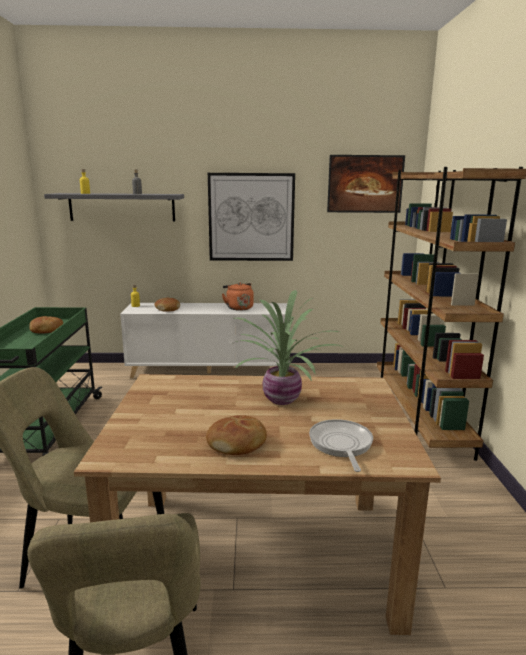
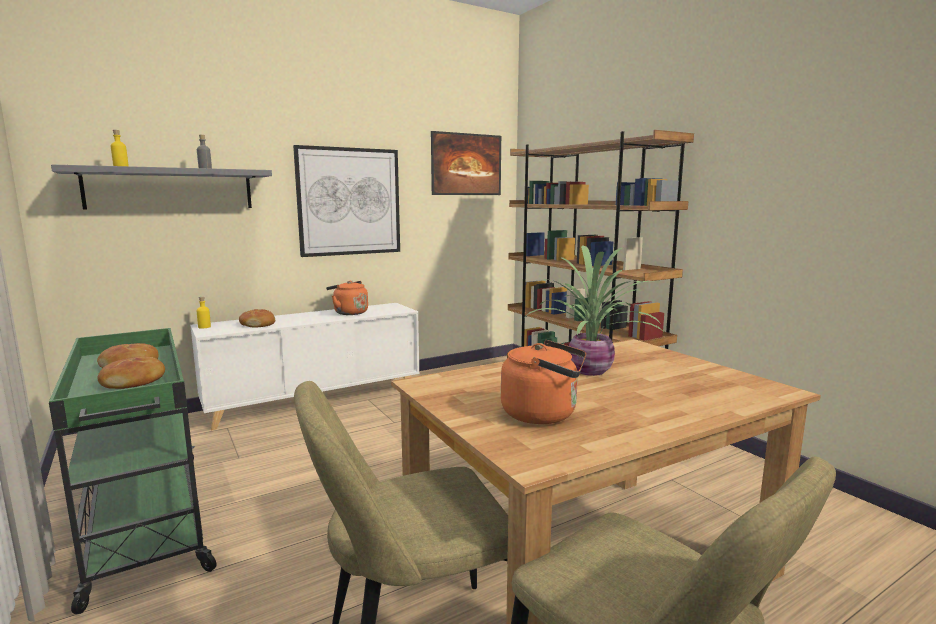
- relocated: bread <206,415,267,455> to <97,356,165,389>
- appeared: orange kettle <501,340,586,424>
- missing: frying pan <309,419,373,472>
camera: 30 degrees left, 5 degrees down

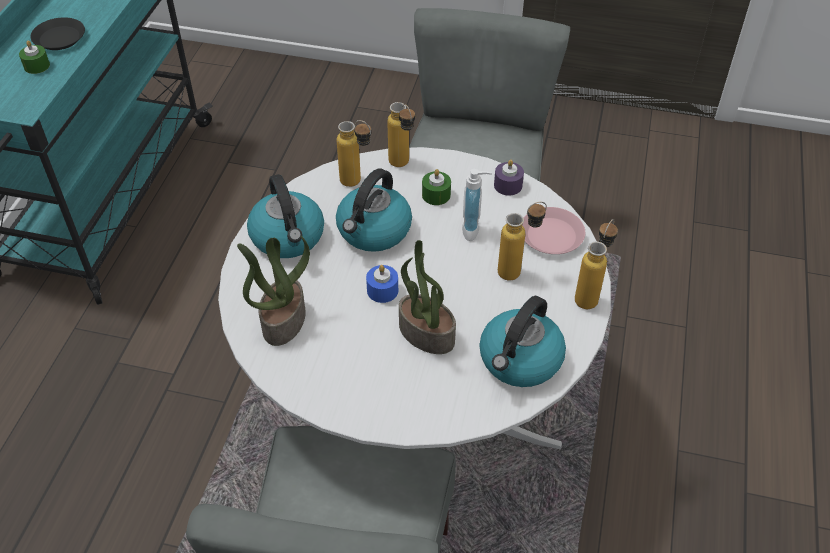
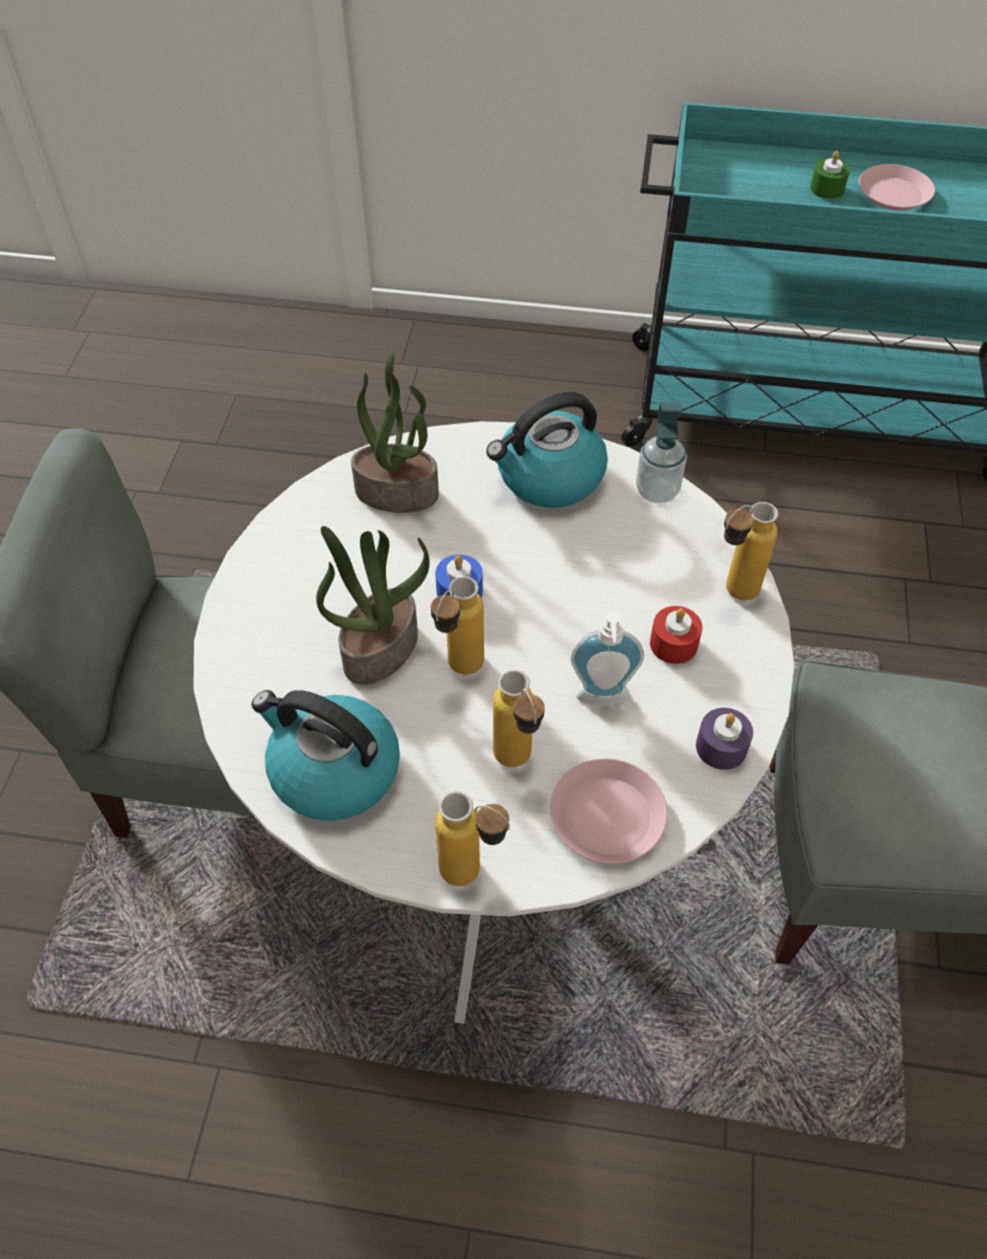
- relocated: bottle <337,120,371,187> to <431,576,484,675>
- appeared: soap dispenser <636,402,687,503>
- colour: green candle <422,169,451,205> to red candle <650,606,702,664>
- colour: black plate <30,17,85,50> to pink plate <859,164,935,211>
- missing: kettle <336,169,412,252>
camera: 85 degrees right, 5 degrees up

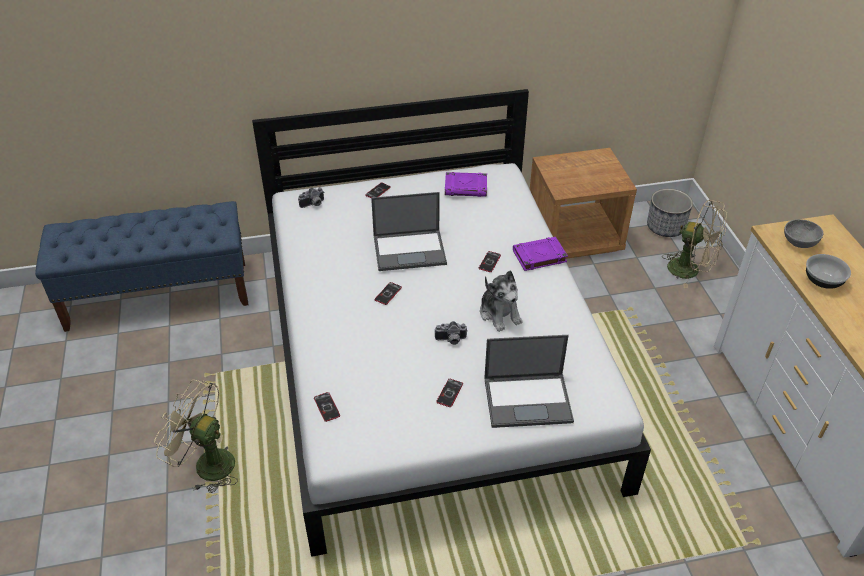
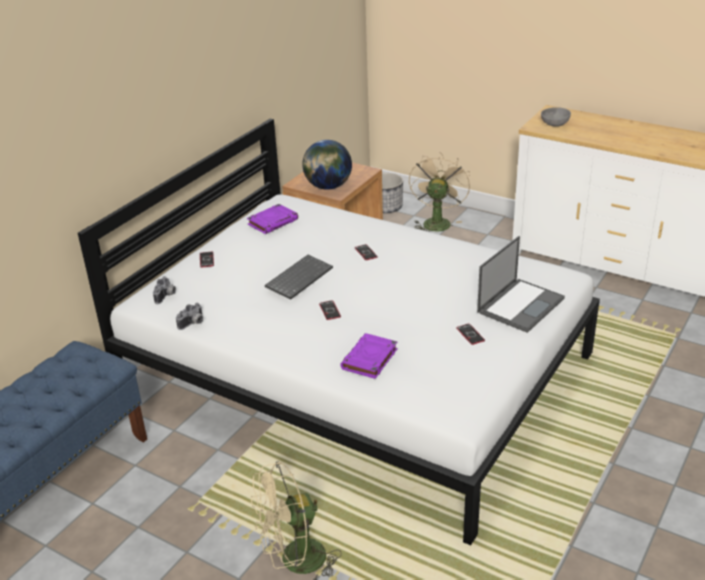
- relocated: photo camera <434,321,468,345> to <176,303,203,330>
- exchanged: laptop <371,192,447,271> to keyboard <265,255,333,300>
- appeared: globe <302,140,352,190>
- relocated: purple book <513,237,568,271> to <340,333,398,379>
- spun: beige fan <662,200,727,288> = <409,153,470,232> 60 degrees counterclockwise
- missing: phone <314,392,340,422>
- missing: plush toy <480,271,523,332>
- missing: bowl <806,254,851,289>
camera: 45 degrees left, 10 degrees down

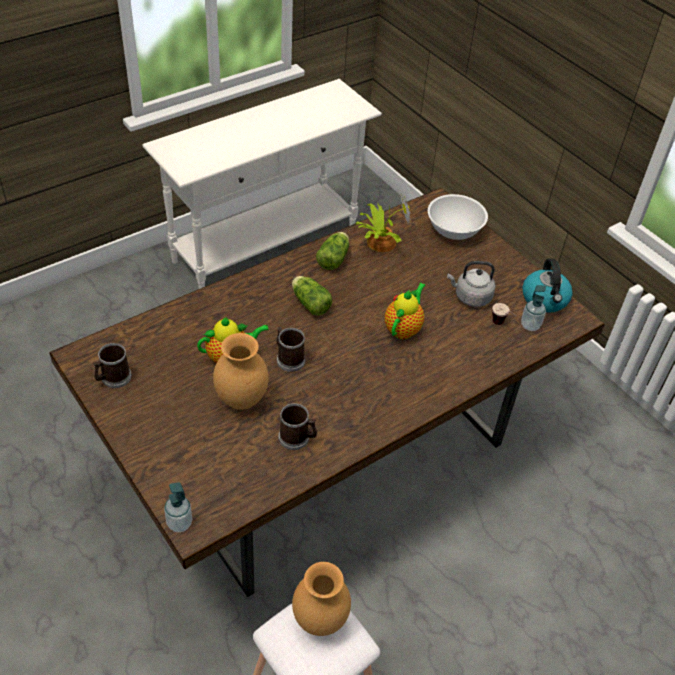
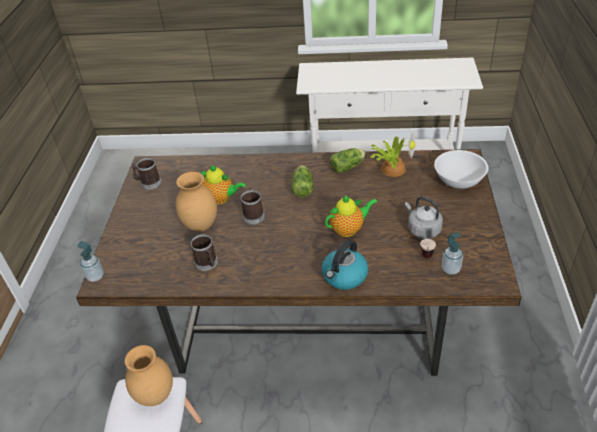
- relocated: kettle <522,258,573,313> to <322,239,368,290>
camera: 45 degrees right, 5 degrees down

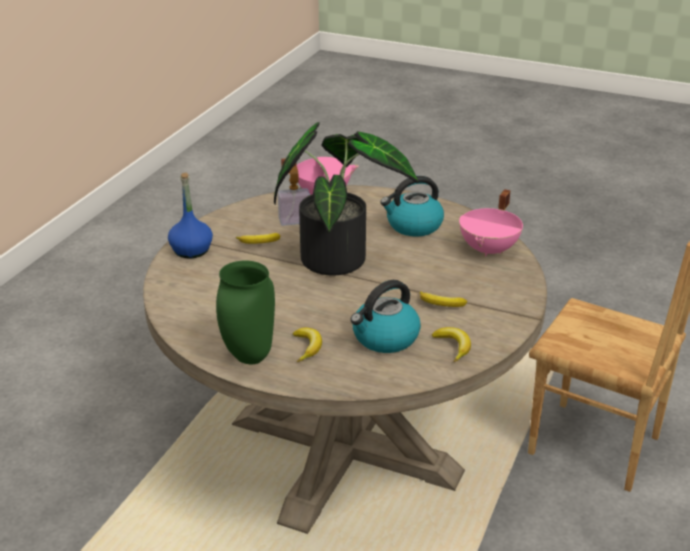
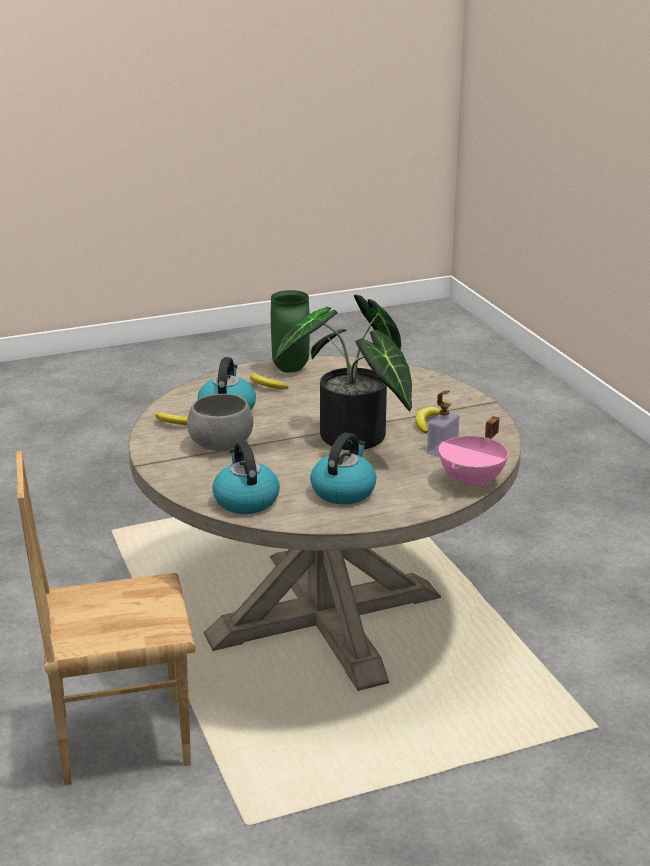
- exchanged: banana <420,292,467,307> to grey bowl <187,394,253,451>
- exchanged: pink cooking pot <459,189,523,257> to kettle <212,441,280,514>
- missing: blue bottle <168,173,213,258>
camera: 135 degrees right, 5 degrees down

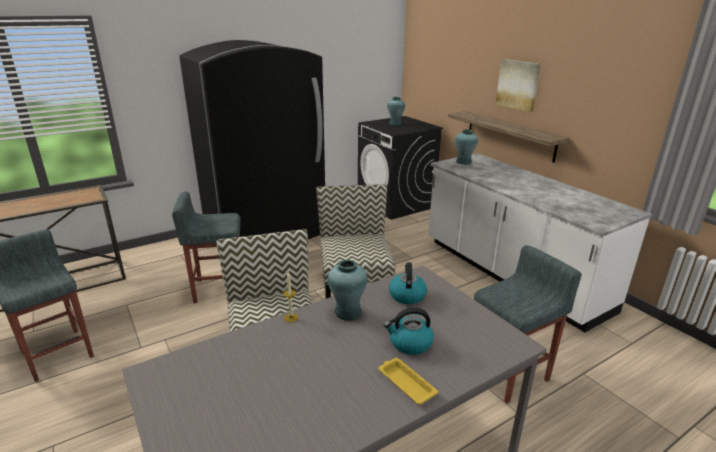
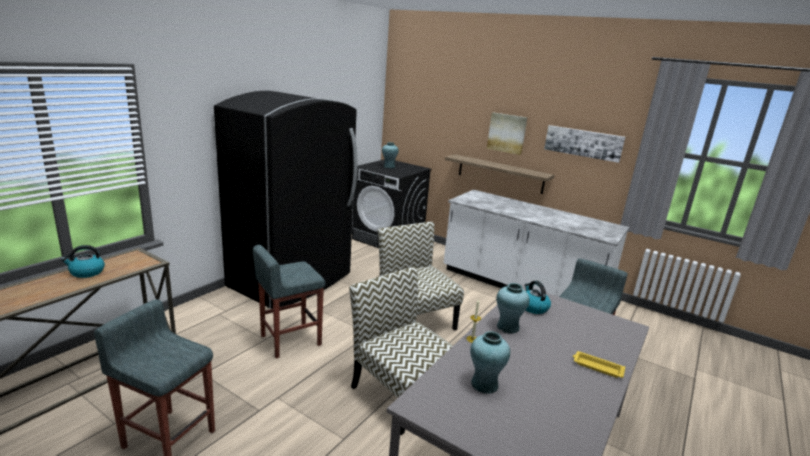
- relocated: kettle <384,308,434,355> to <61,245,105,278>
- relocated: turquoise vase <455,129,478,165> to <470,331,510,394>
- appeared: picture <544,125,625,163>
camera: 25 degrees left, 5 degrees down

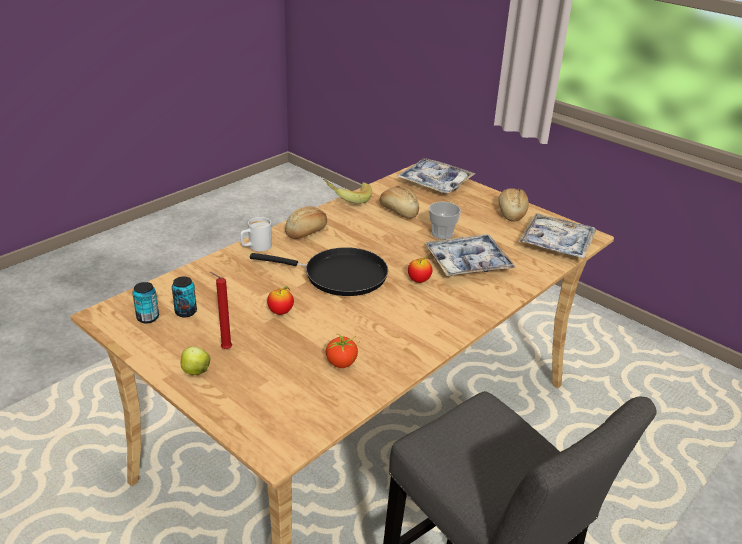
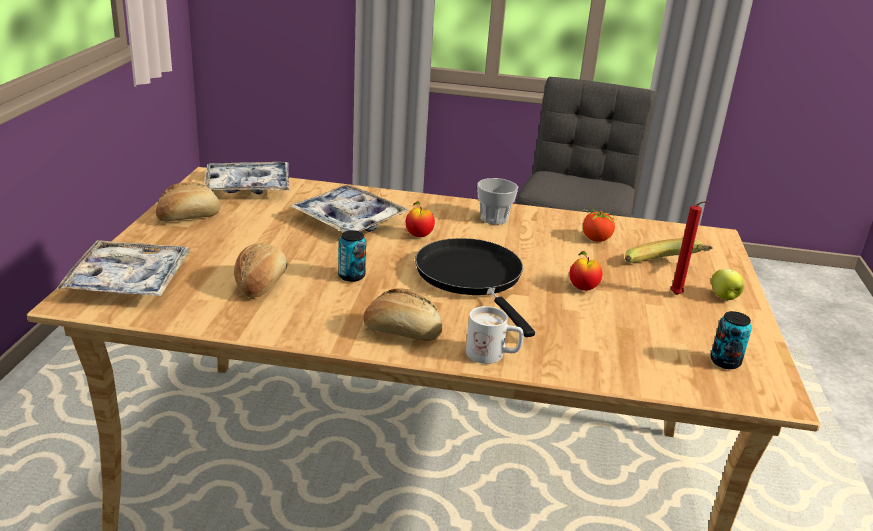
- relocated: can <172,277,197,317> to <338,230,366,282>
- relocated: cup <429,202,461,239> to <477,178,518,225>
- relocated: banana <323,179,372,204> to <625,238,713,263>
camera: 125 degrees left, 5 degrees down

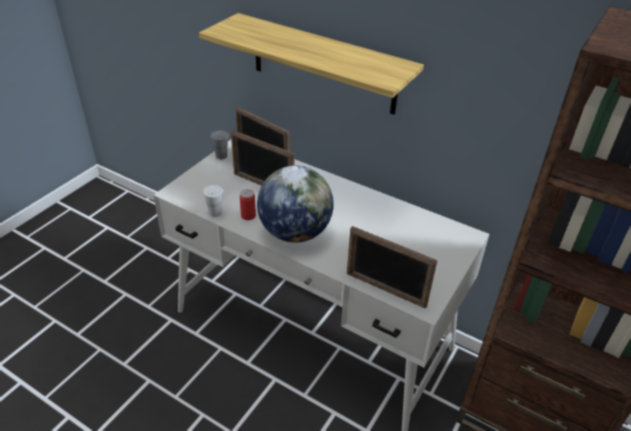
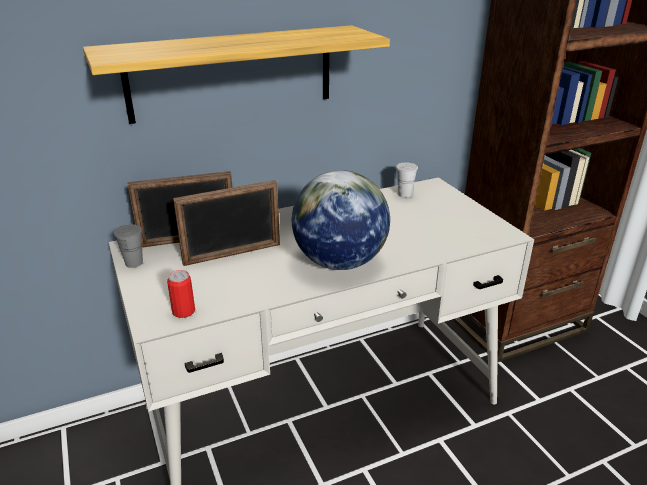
- relocated: can <240,189,256,220> to <167,270,195,318>
- relocated: white cup <203,185,223,217> to <396,163,418,197>
- missing: picture frame <347,226,437,309>
camera: 55 degrees left, 10 degrees down

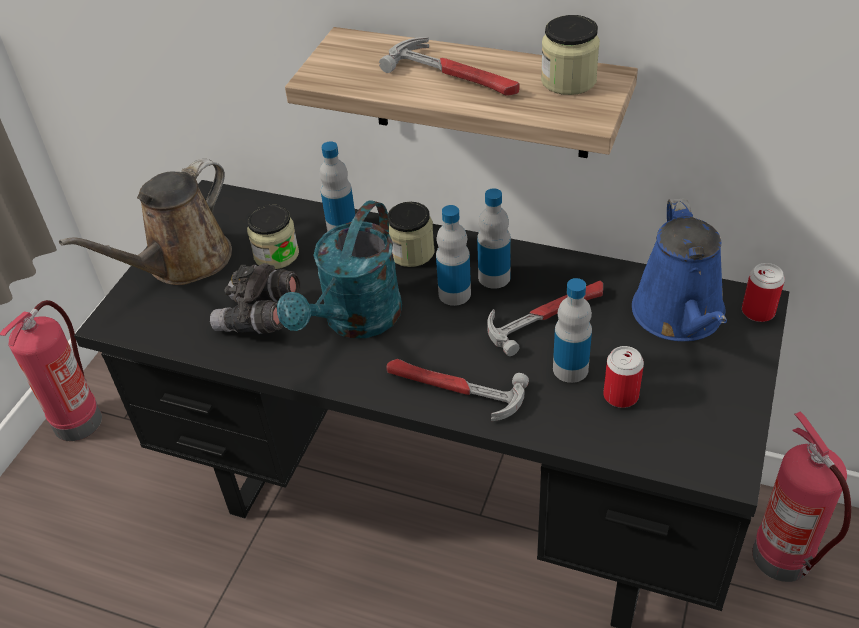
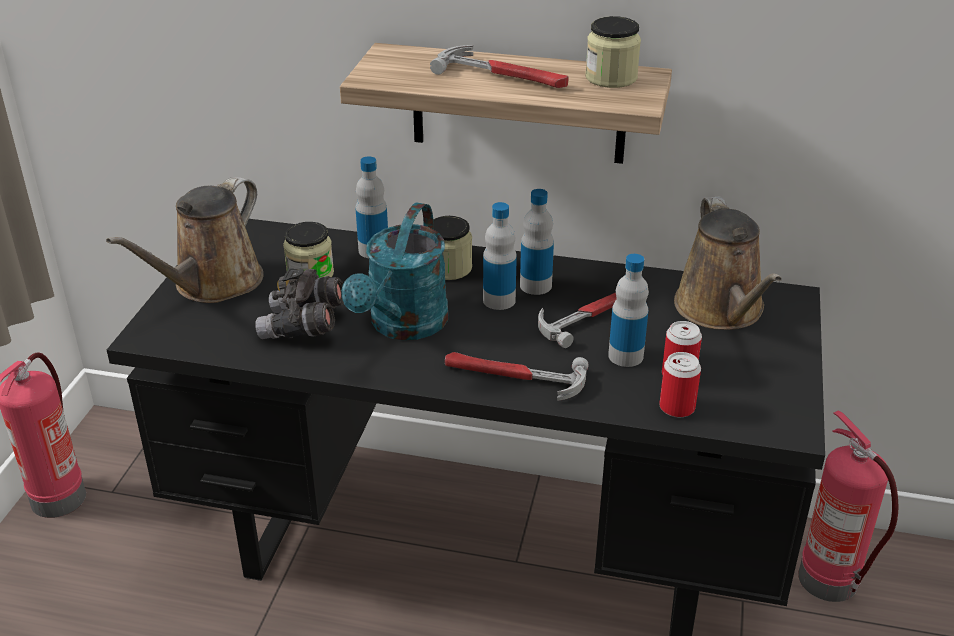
- relocated: can <742,263,785,322> to <659,352,701,417>
- colour: blue watering can <632,198,727,341> to brown watering can <674,196,782,330>
camera: 10 degrees left, 10 degrees down

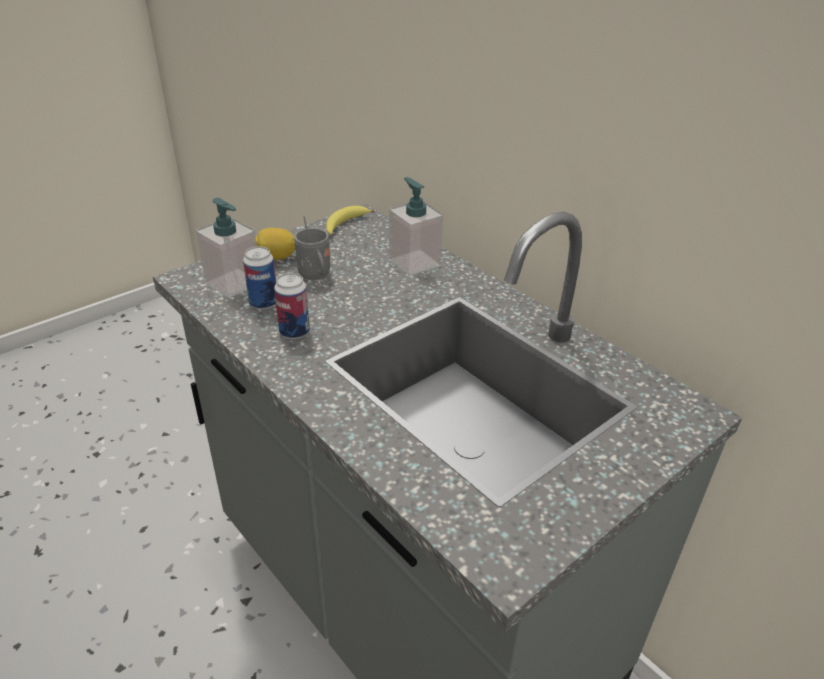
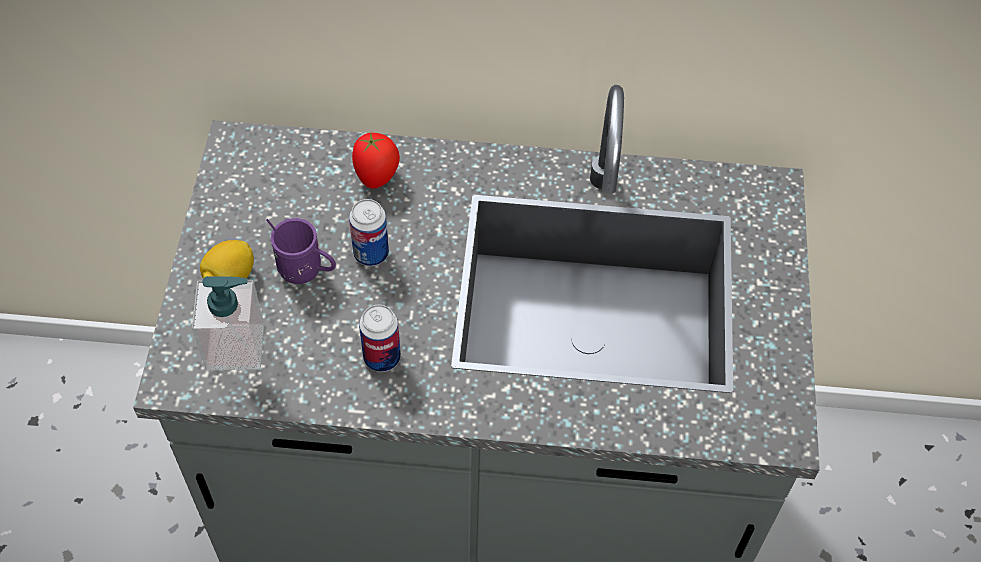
- colour: grey mug <294,216,330,280> to purple mug <266,218,336,284>
- relocated: can <243,246,276,310> to <349,199,389,266>
- exchanged: soap dispenser <389,177,443,276> to tomato <352,133,400,189>
- missing: banana <326,206,375,235>
camera: 45 degrees left, 20 degrees up

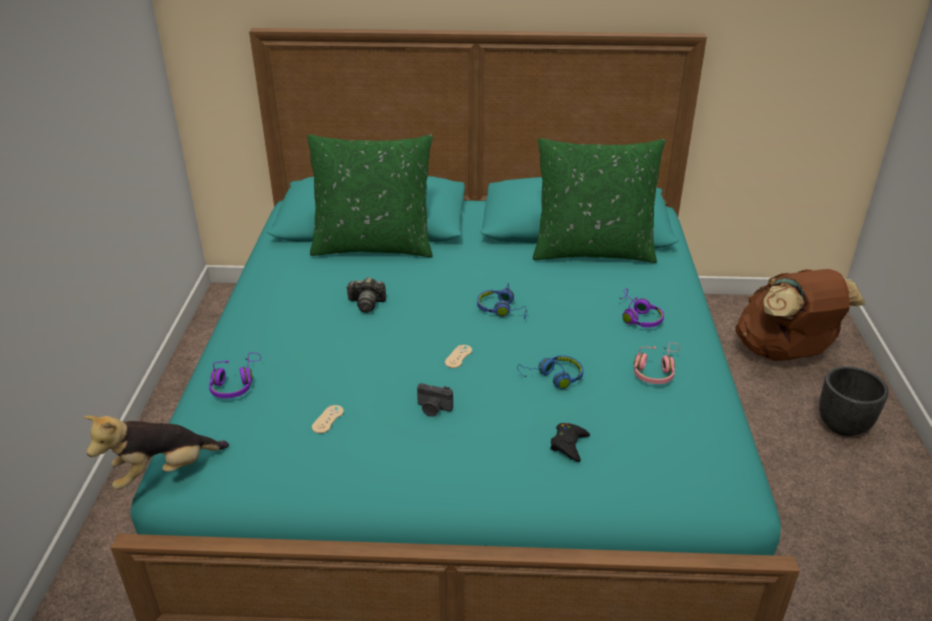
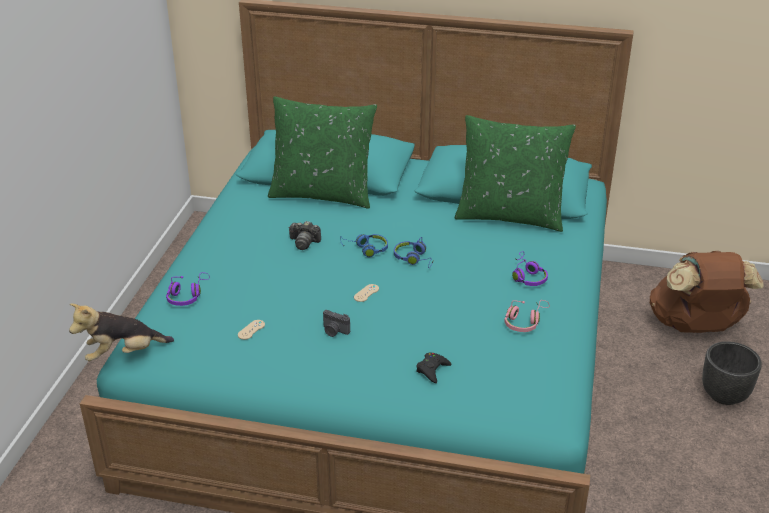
- relocated: blue headphones <517,355,584,389> to <340,234,388,257>
camera: 10 degrees right, 0 degrees up

